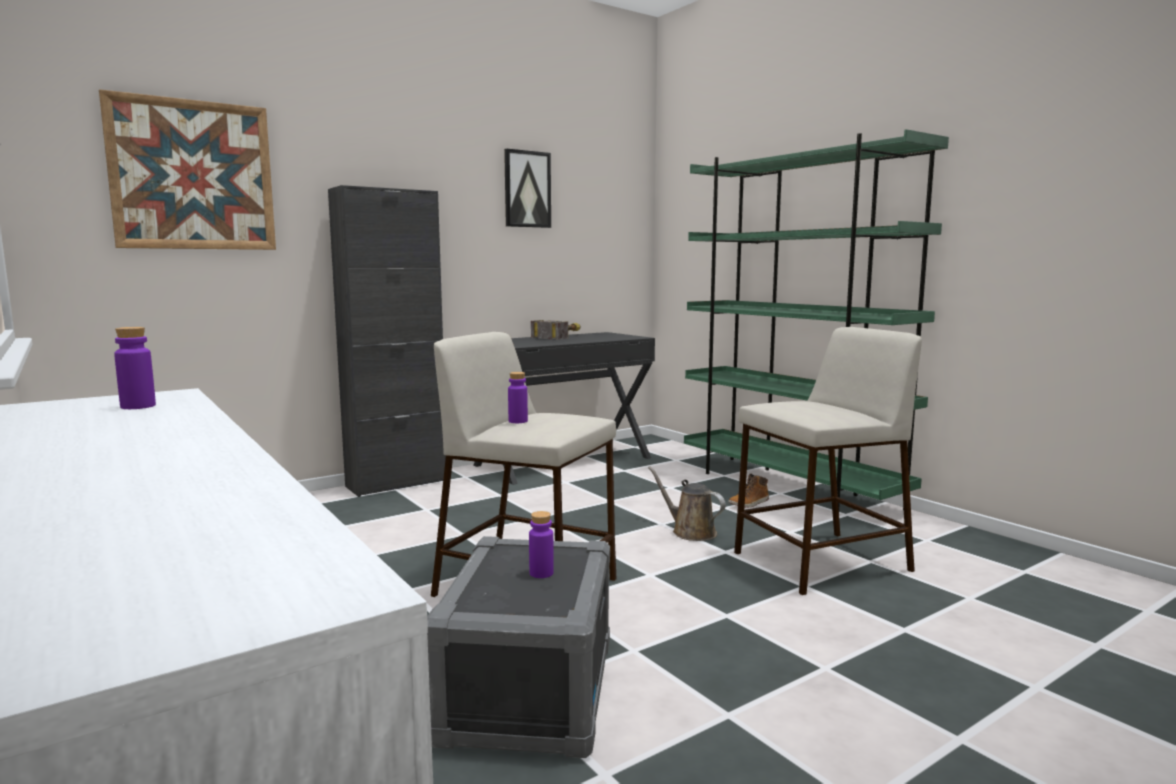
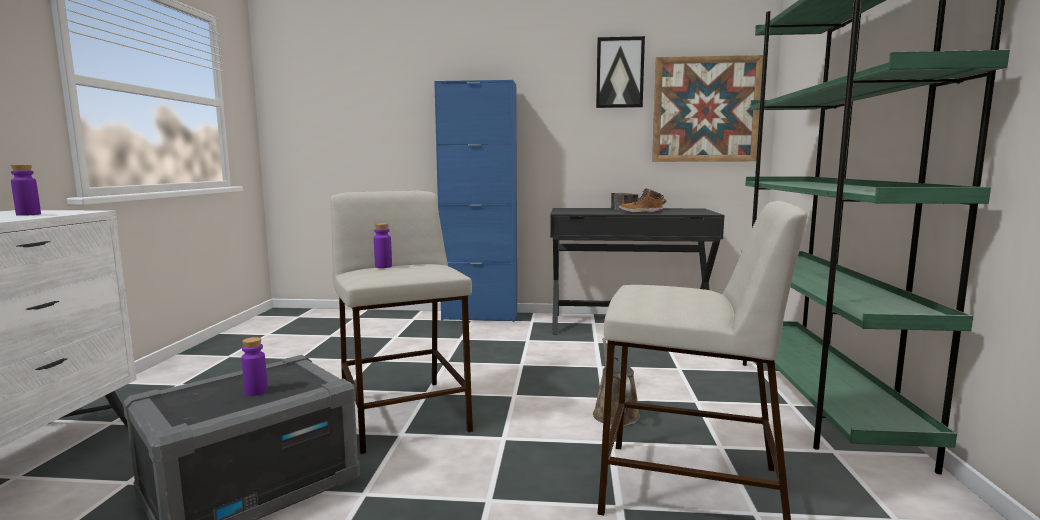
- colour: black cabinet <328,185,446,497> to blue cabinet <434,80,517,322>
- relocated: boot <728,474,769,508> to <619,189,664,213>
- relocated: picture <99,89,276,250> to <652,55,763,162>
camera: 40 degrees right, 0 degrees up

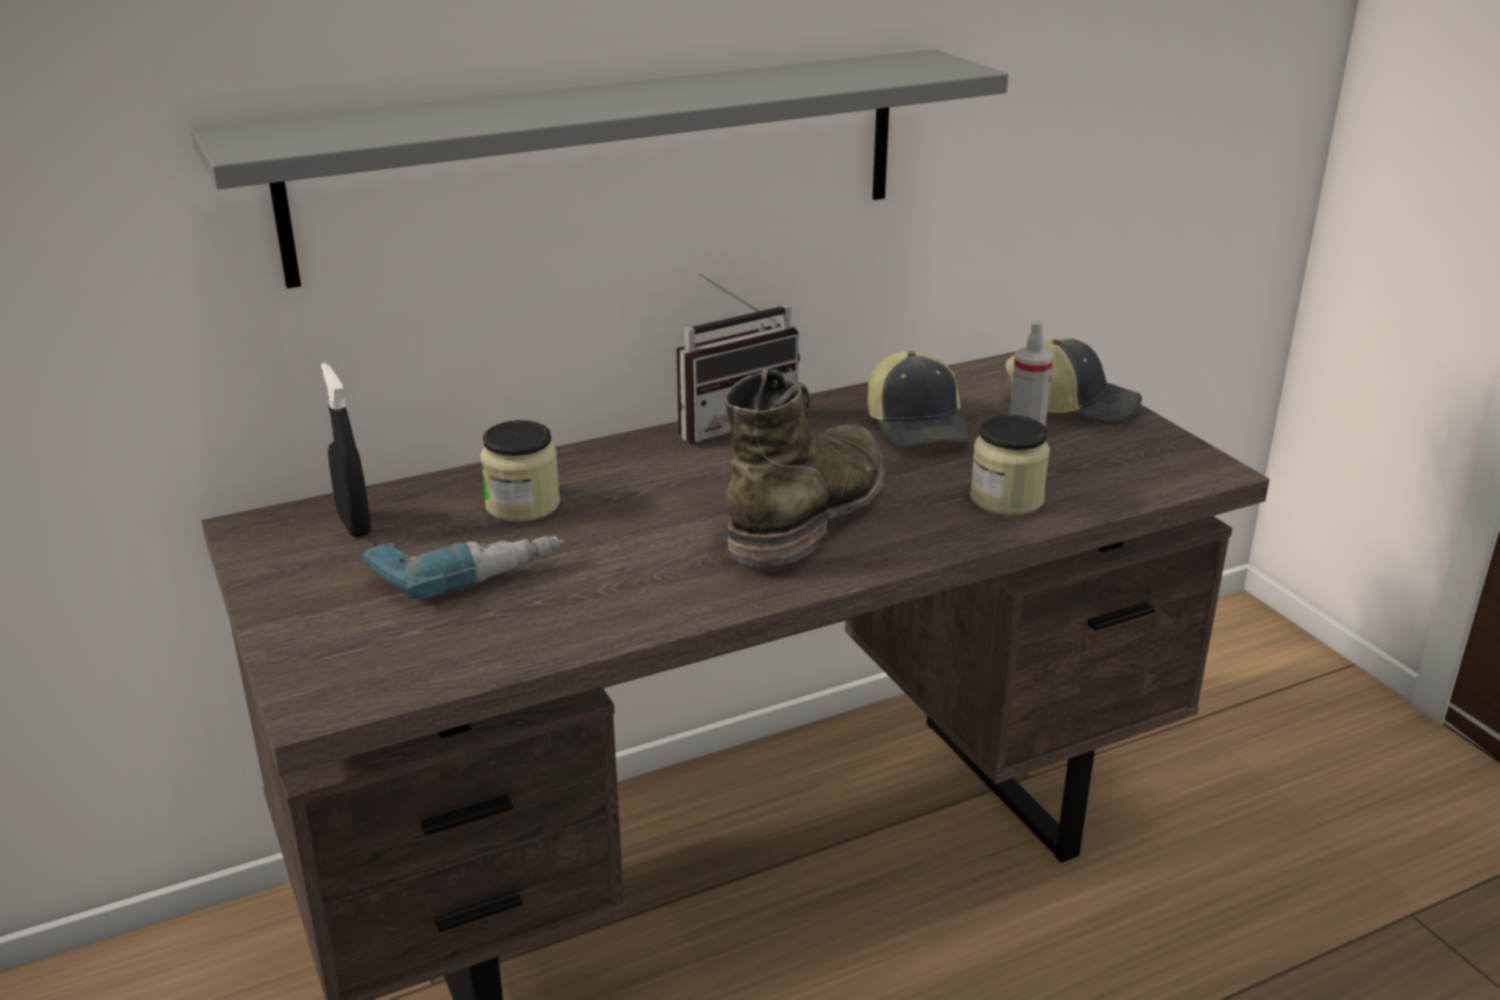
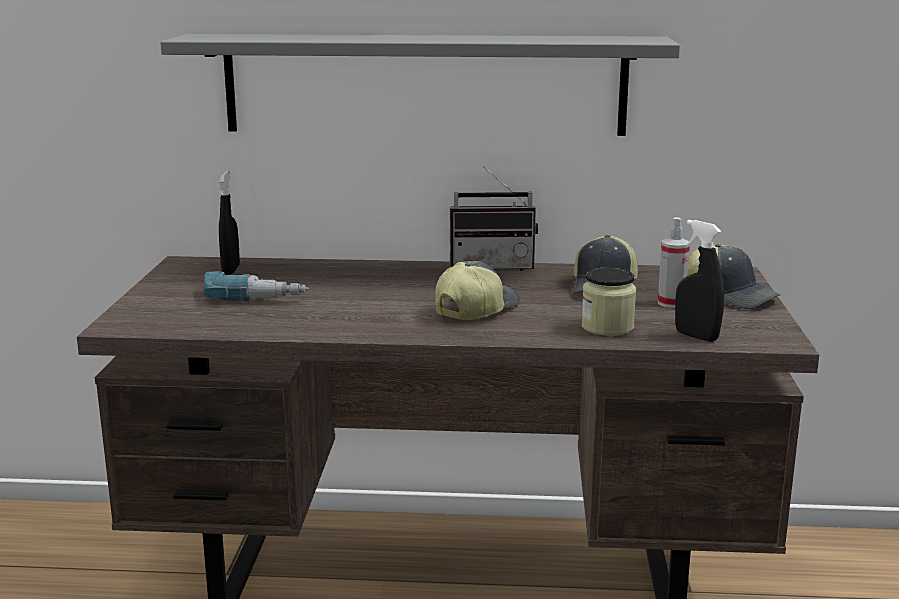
- exchanged: green boot <725,368,884,567> to cap <435,261,520,320>
- appeared: black spray bottle <675,220,724,342>
- missing: jar <480,420,560,522>
camera: 30 degrees right, 10 degrees down

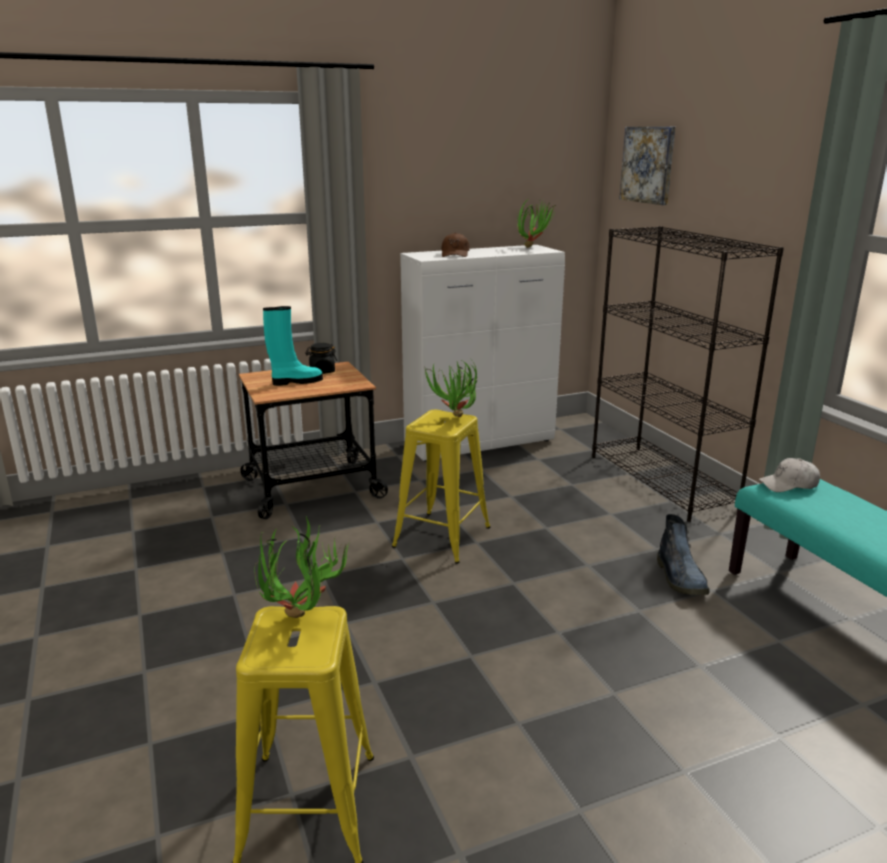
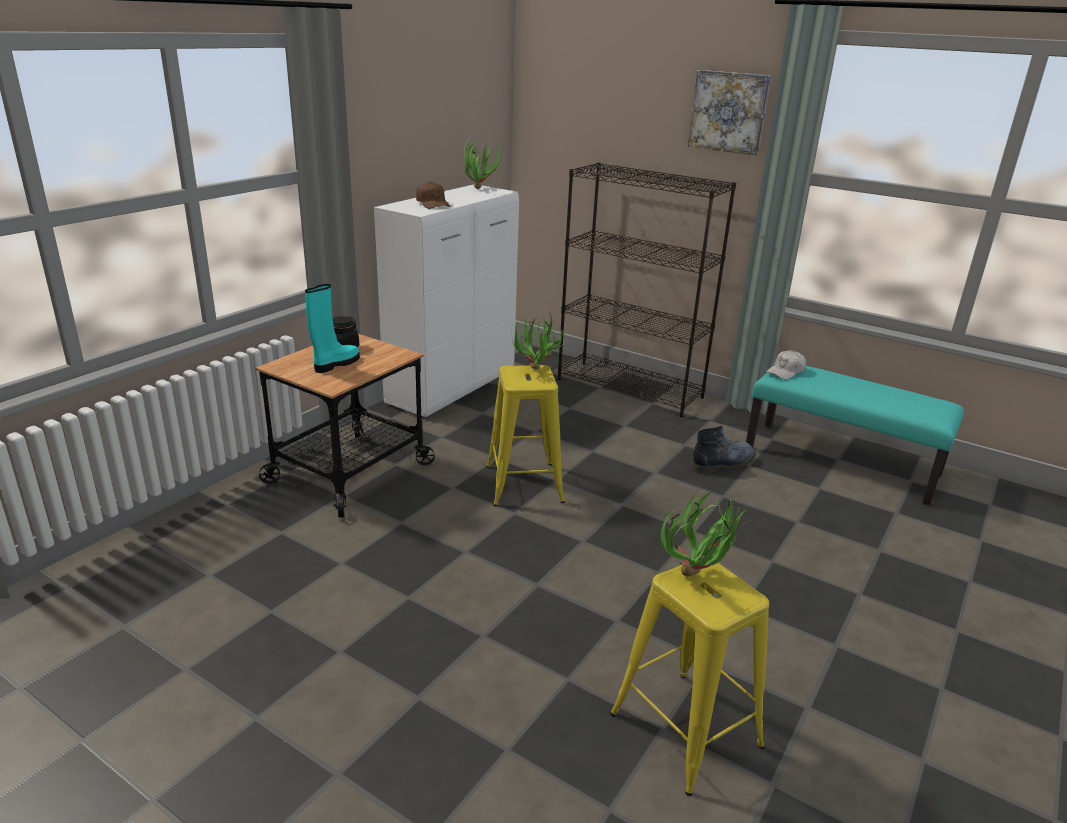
- relocated: picture <619,127,675,205> to <688,70,771,155>
- spun: boot <657,514,709,595> = <692,426,756,474> 75 degrees counterclockwise
camera: 35 degrees left, 5 degrees up

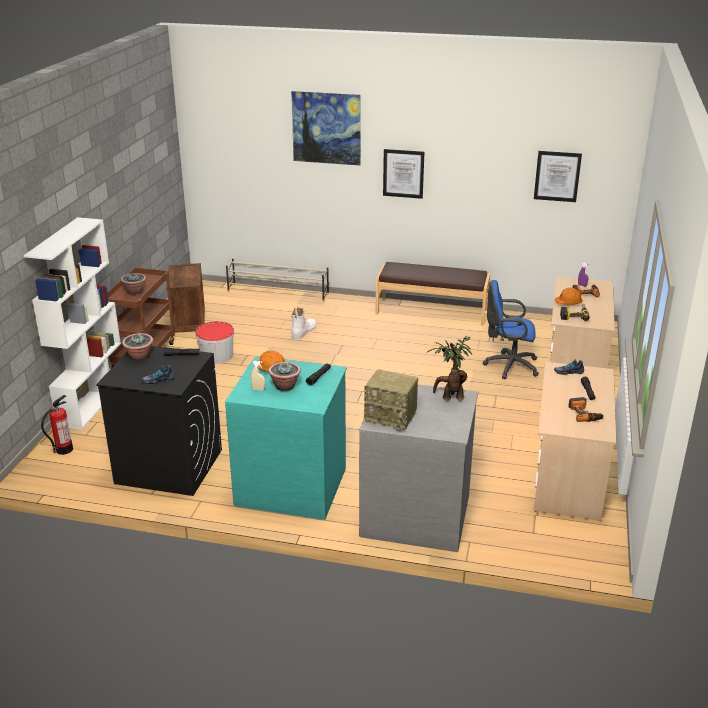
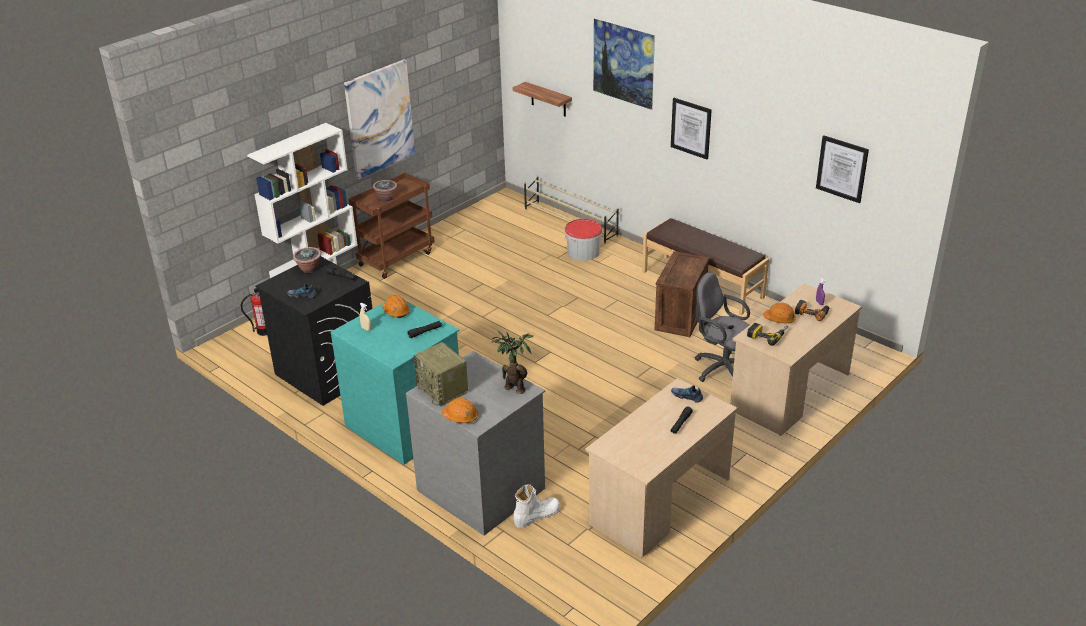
- appeared: picture <344,59,415,179>
- appeared: orange hard hat <442,398,478,423>
- appeared: shelf <513,82,572,117>
- relocated: white boot <291,307,316,340> to <513,485,560,528>
- relocated: bucket <195,321,235,364> to <565,219,602,261>
- relocated: crate <167,263,205,333> to <654,251,709,337>
- colour: blue office chair <483,280,539,379> to grey office chair <695,272,750,382>
- missing: potted plant <268,362,301,391>
- missing: power drill <568,397,604,422>
camera: 30 degrees right, 5 degrees up

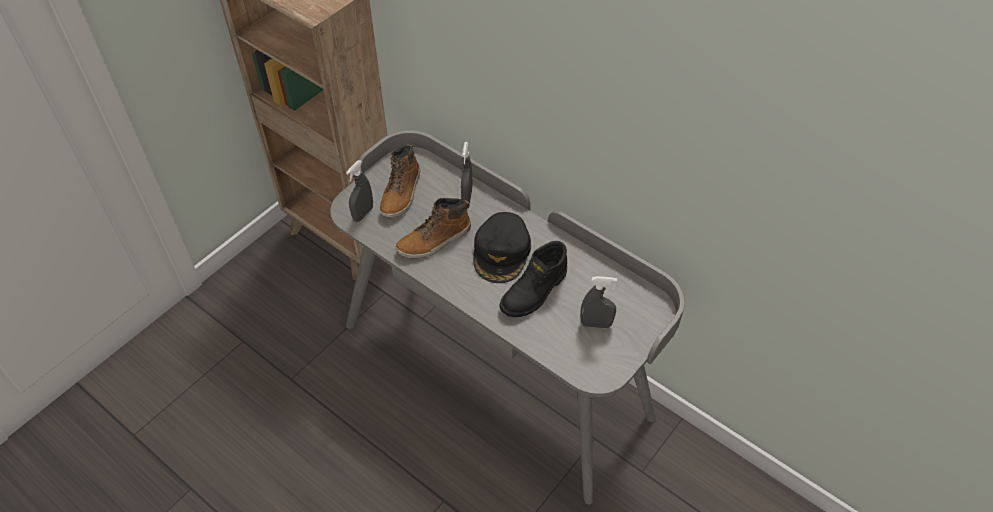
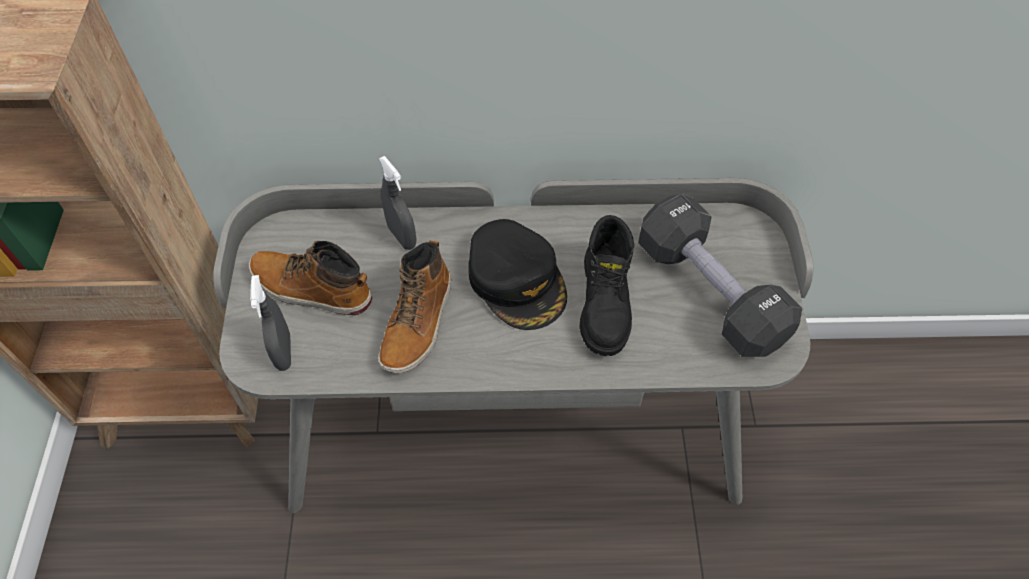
- spun: boot <379,145,420,217> = <249,241,372,315> 135 degrees clockwise
- exchanged: grey spray bottle <580,276,617,328> to black dumbbell <638,194,802,357>
camera: 40 degrees left, 5 degrees up

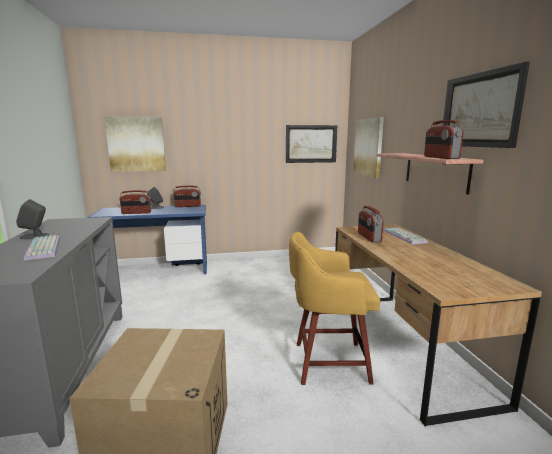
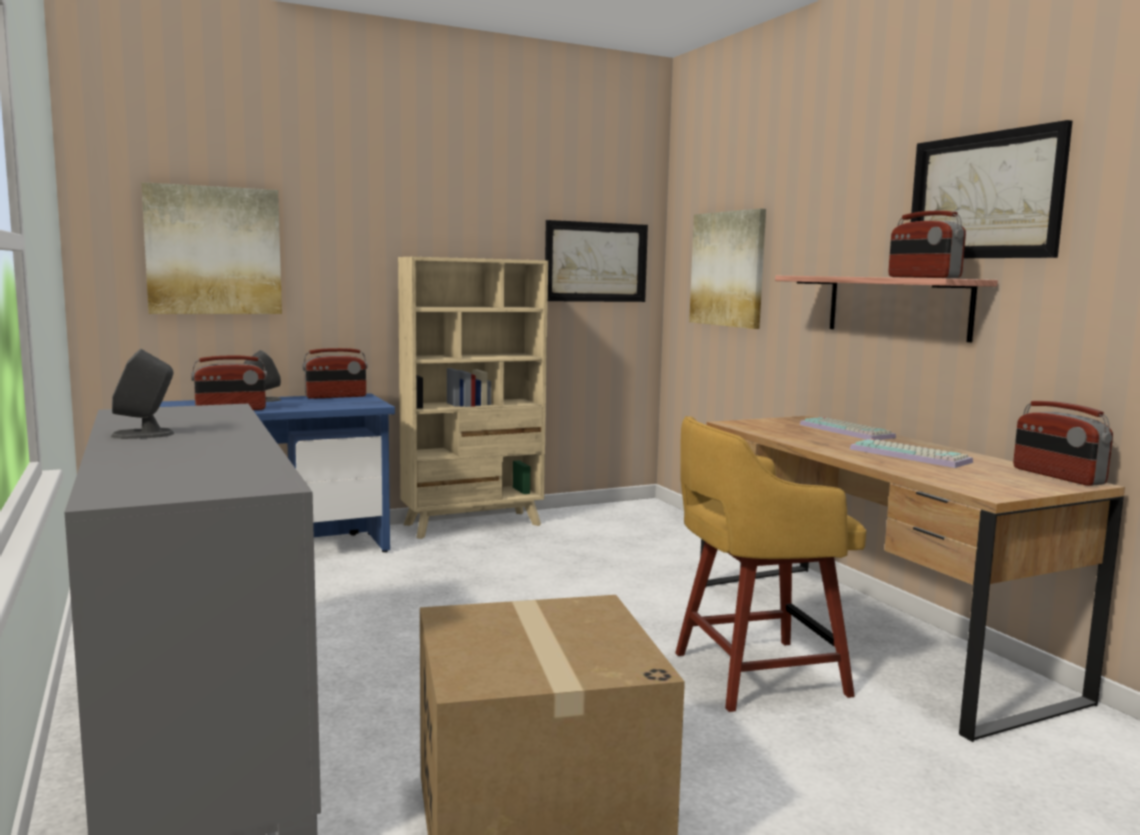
- appeared: beige bookcase <398,257,548,539>
- relocated: keyboard <24,235,60,261> to <850,439,973,468>
- relocated: radio <358,206,384,243> to <1013,401,1113,486>
camera: 15 degrees left, 5 degrees down

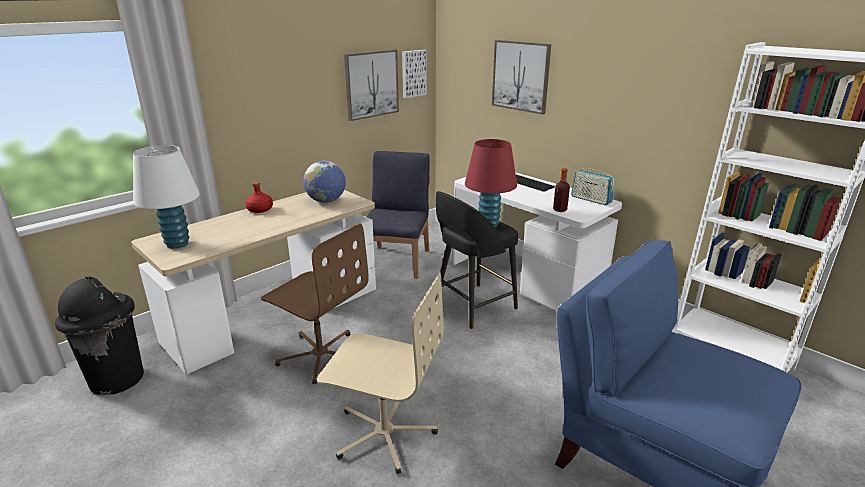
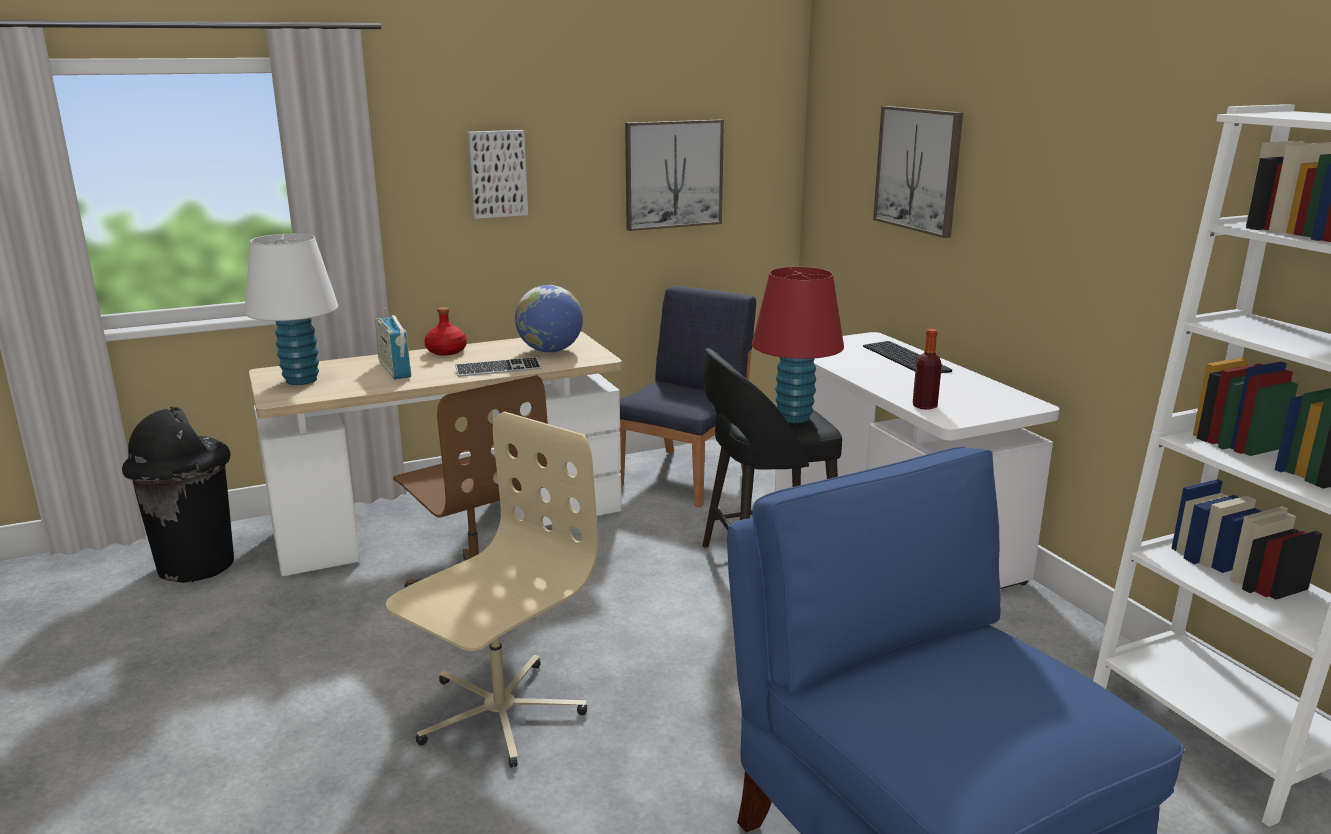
- relocated: radio <571,165,614,205> to <375,308,411,380>
- spun: beige office chair <317,273,444,474> = <386,411,598,768> 90 degrees counterclockwise
- appeared: keyboard <455,357,542,377>
- relocated: picture <402,50,427,98> to <467,130,528,219>
camera: 20 degrees right, 5 degrees down

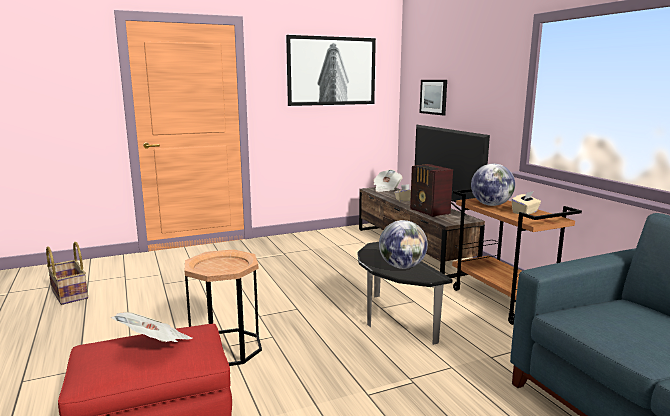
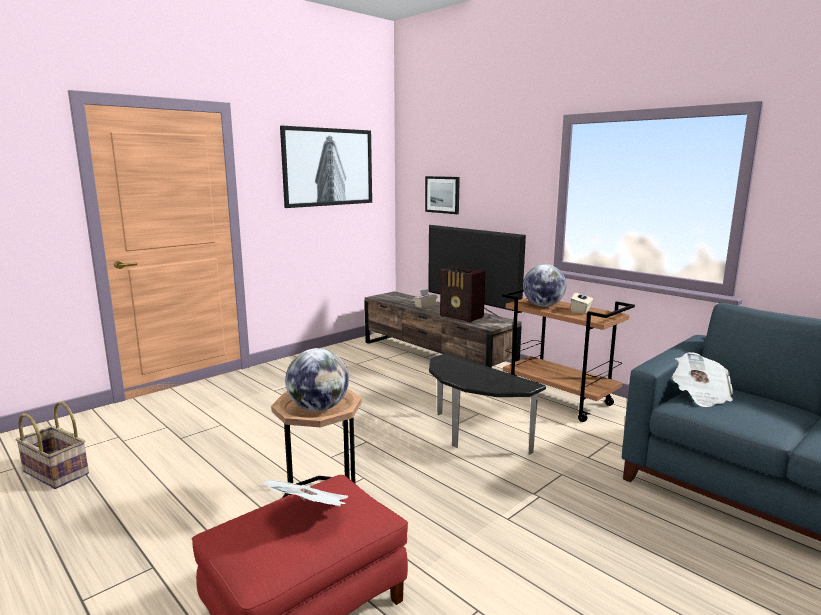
- relocated: globe <379,220,428,269> to <285,348,349,411>
- relocated: newspaper <373,170,403,192> to <671,352,733,407>
camera: 20 degrees left, 0 degrees up

